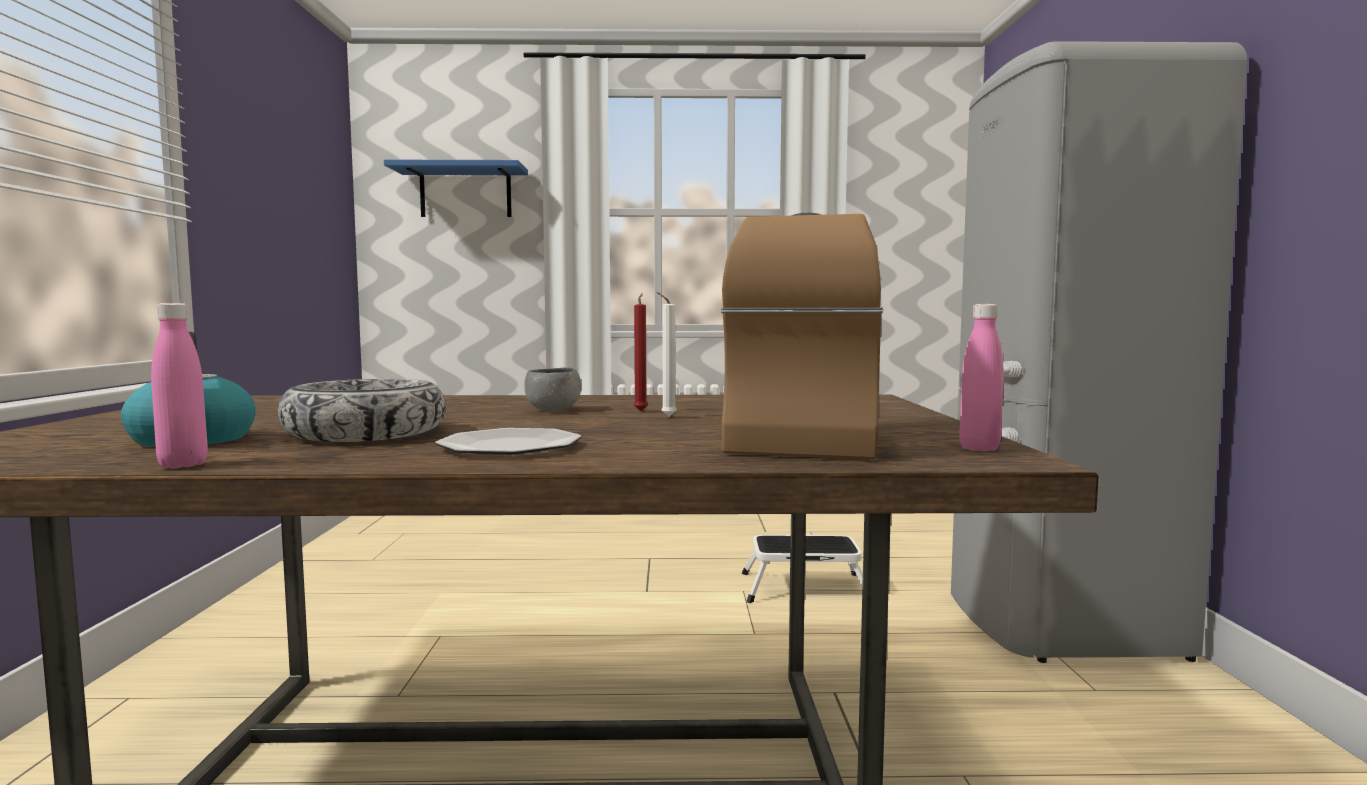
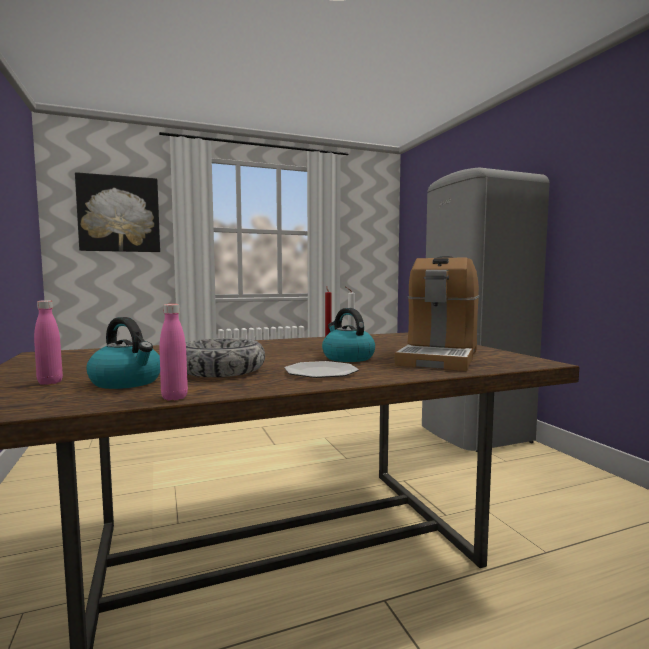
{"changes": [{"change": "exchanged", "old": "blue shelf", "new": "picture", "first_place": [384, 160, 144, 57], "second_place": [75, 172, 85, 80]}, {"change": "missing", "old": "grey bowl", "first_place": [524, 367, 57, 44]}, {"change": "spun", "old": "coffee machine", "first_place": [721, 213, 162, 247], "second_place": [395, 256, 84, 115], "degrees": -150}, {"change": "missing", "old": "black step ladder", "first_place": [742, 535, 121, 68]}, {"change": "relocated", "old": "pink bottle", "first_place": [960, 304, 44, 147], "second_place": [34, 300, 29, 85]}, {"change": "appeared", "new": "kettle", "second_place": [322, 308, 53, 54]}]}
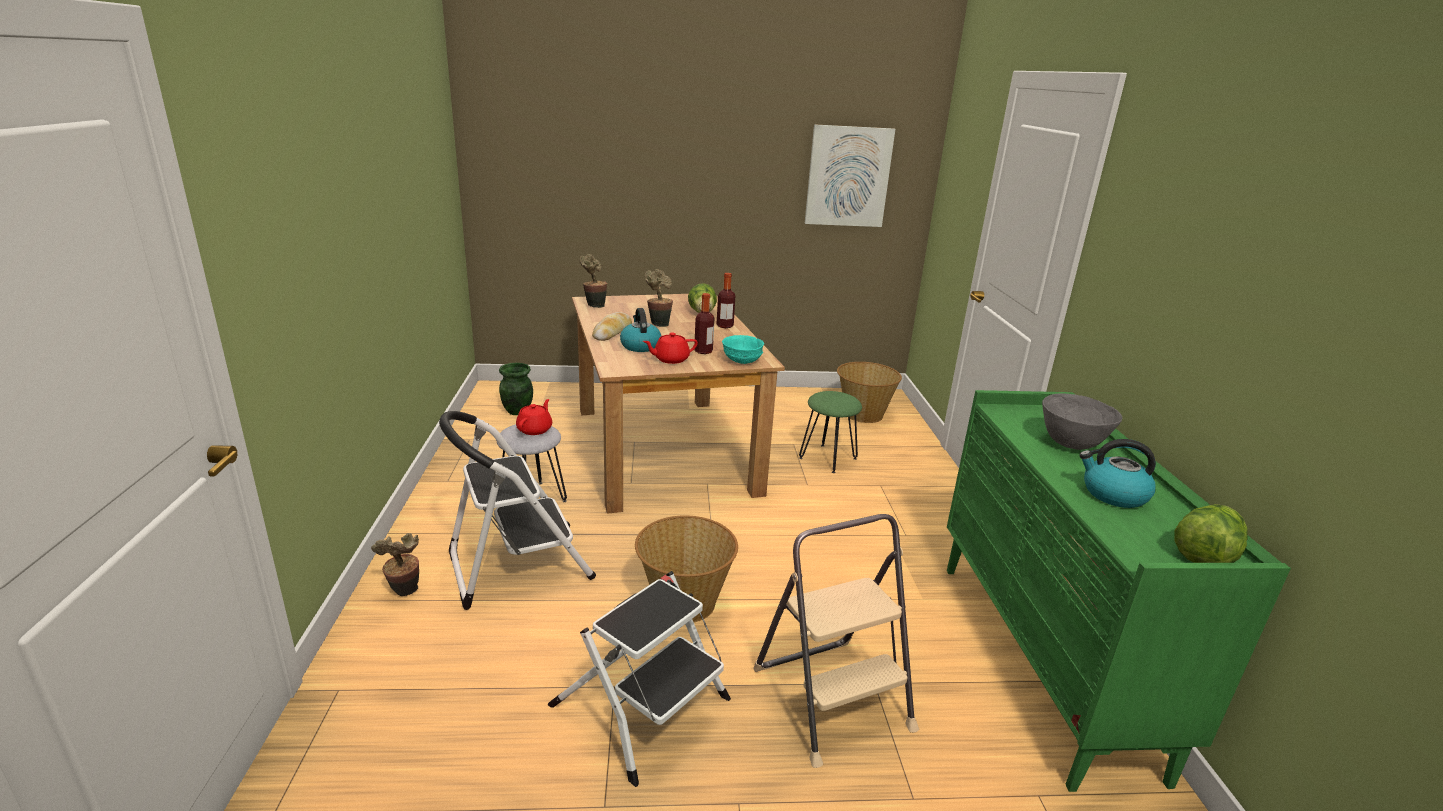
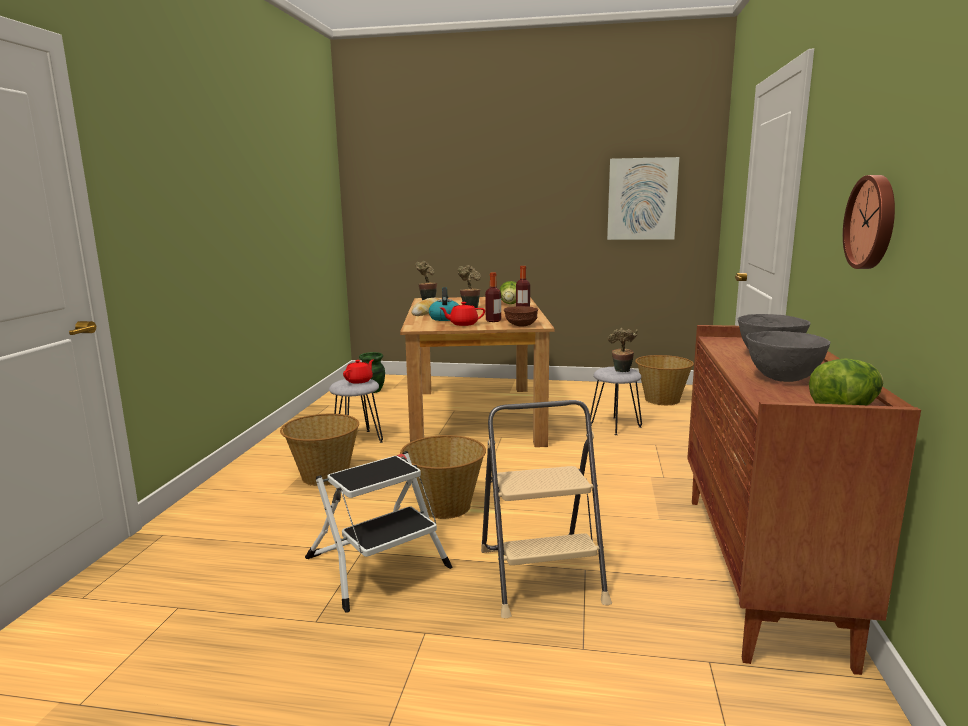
{"changes": [{"change": "relocated", "old": "potted plant", "first_place": [371, 533, 48, 63], "second_place": [608, 328, 29, 44]}, {"change": "exchanged", "old": "step ladder", "new": "basket", "first_place": [439, 411, 157, 199], "second_place": [280, 414, 79, 72]}, {"change": "colour", "old": "turquoise bowl", "new": "brown bowl", "first_place": [722, 335, 42, 29], "second_place": [504, 306, 34, 21]}, {"change": "colour", "old": "green stool", "new": "grey stool", "first_place": [799, 391, 63, 82], "second_place": [590, 367, 52, 68]}, {"change": "colour", "old": "green cabinet", "new": "brown cabinet", "first_place": [947, 390, 344, 402], "second_place": [687, 325, 234, 350]}, {"change": "exchanged", "old": "kettle", "new": "grey bowl", "first_place": [1079, 439, 77, 69], "second_place": [746, 331, 84, 51]}, {"change": "appeared", "new": "wall clock", "second_place": [843, 175, 52, 94]}]}
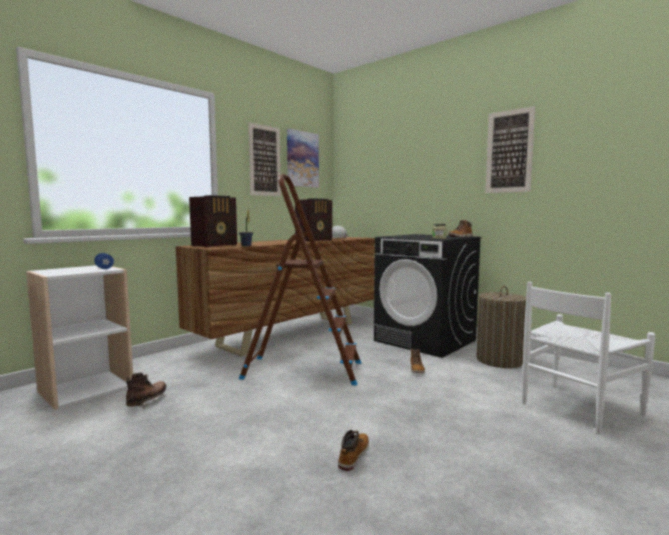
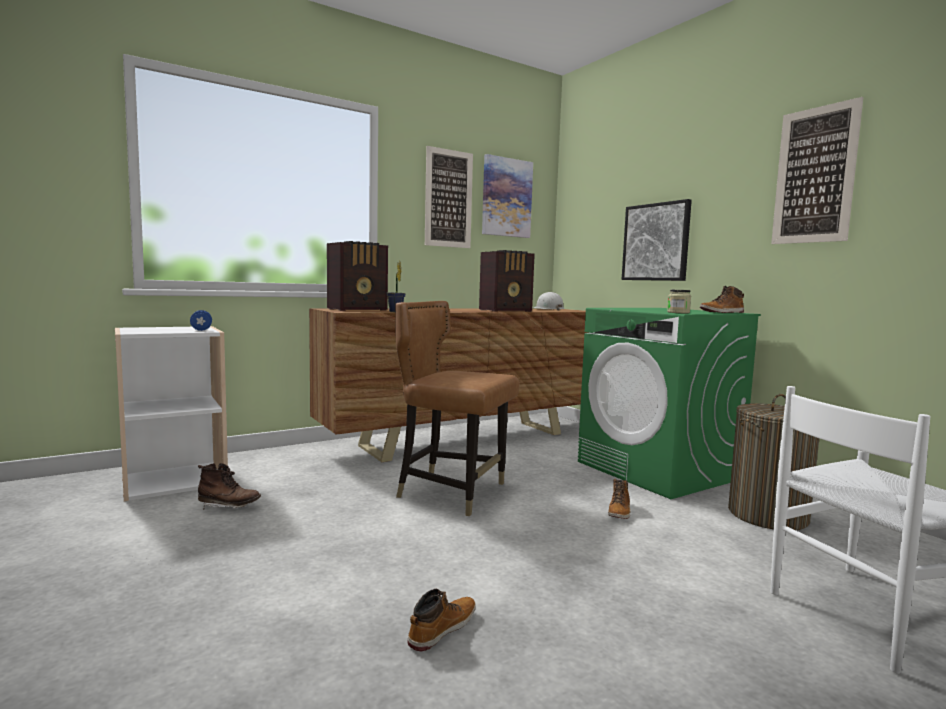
{"changes": [{"change": "spun", "old": "brown boot", "first_place": [126, 373, 40, 36], "second_place": [198, 463, 63, 46], "degrees": 60}, {"change": "exchanged", "old": "brown step ladder", "new": "brown chair", "first_place": [239, 174, 122, 211], "second_place": [395, 301, 124, 215]}, {"change": "colour", "old": "black washing machine", "new": "green washing machine", "first_place": [374, 234, 108, 124], "second_place": [578, 308, 183, 191]}, {"change": "appeared", "new": "picture", "second_place": [622, 199, 70, 82]}]}
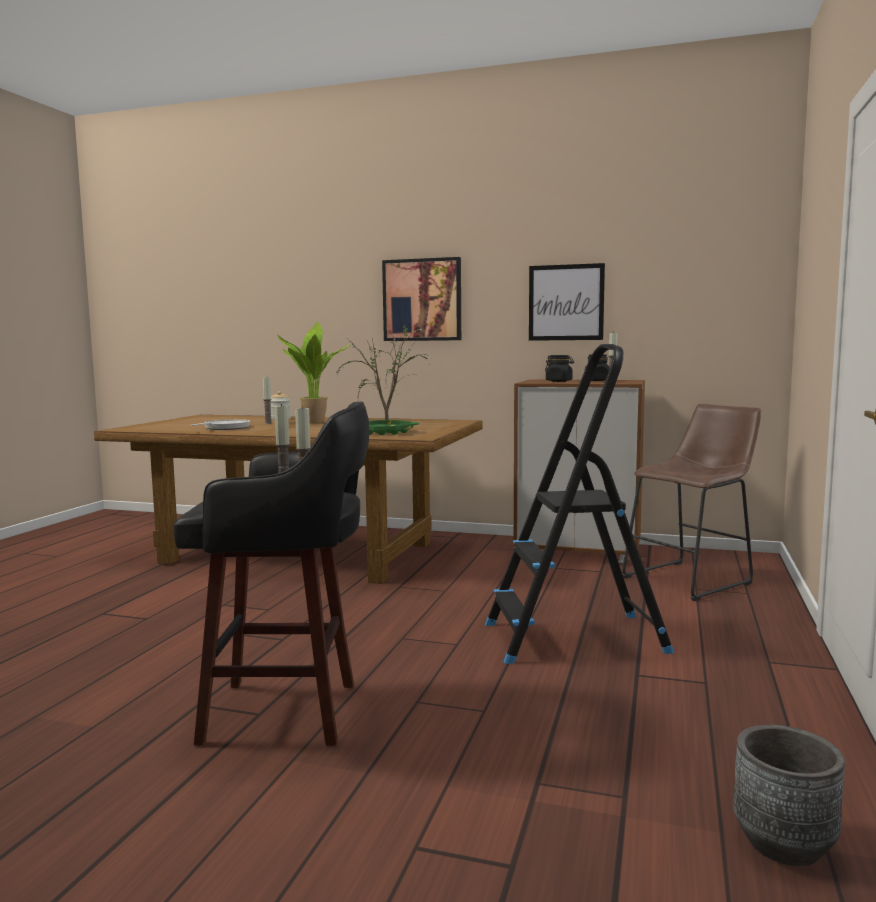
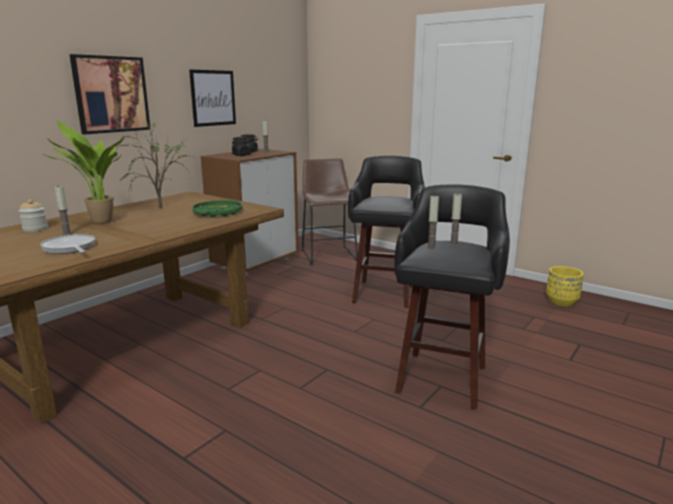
{"changes": [{"change": "exchanged", "old": "black step ladder", "new": "black stool", "first_place": [485, 344, 189, 320], "second_place": [348, 156, 77, 152]}, {"change": "colour", "old": "grey planter", "new": "yellow planter", "first_place": [734, 725, 111, 141], "second_place": [546, 266, 38, 40]}]}
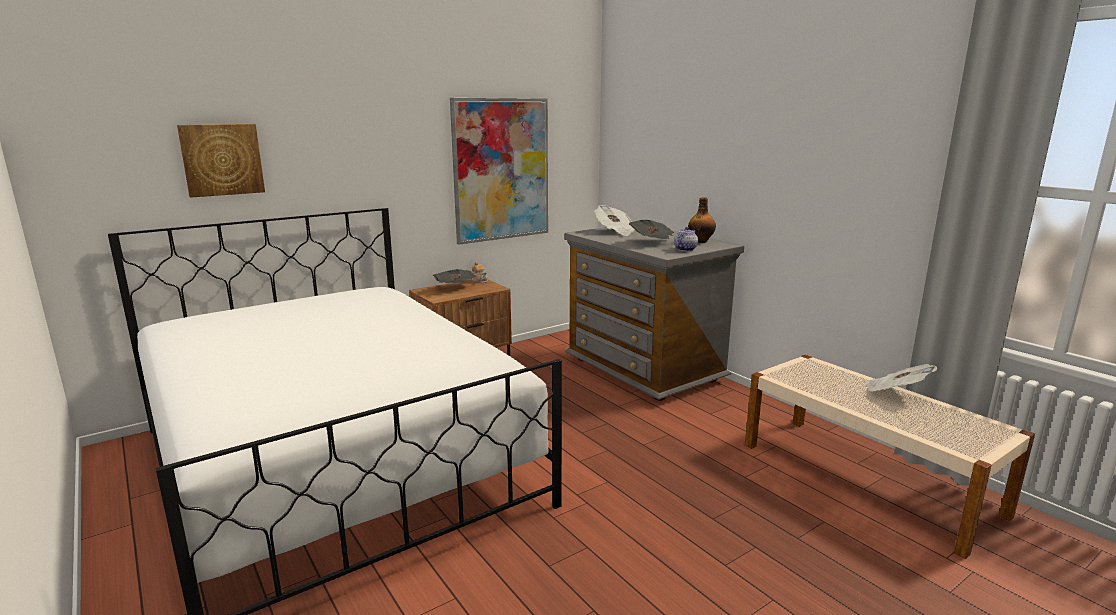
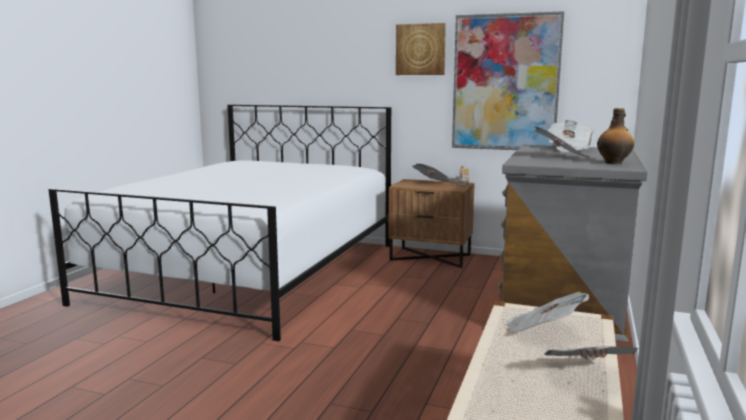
{"changes": [{"change": "relocated", "old": "picture", "first_place": [177, 124, 88, 74], "second_place": [396, 23, 50, 52]}, {"change": "missing", "old": "teapot", "first_place": [674, 227, 24, 24]}, {"change": "appeared", "new": "newspaper", "second_place": [507, 292, 82, 42]}]}
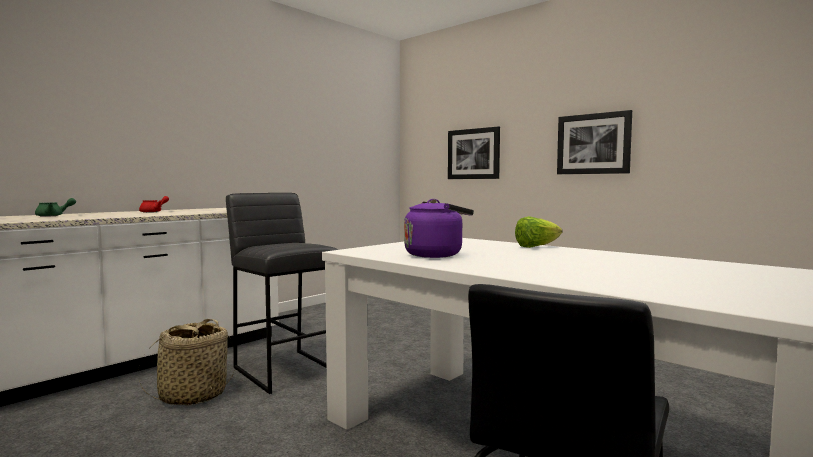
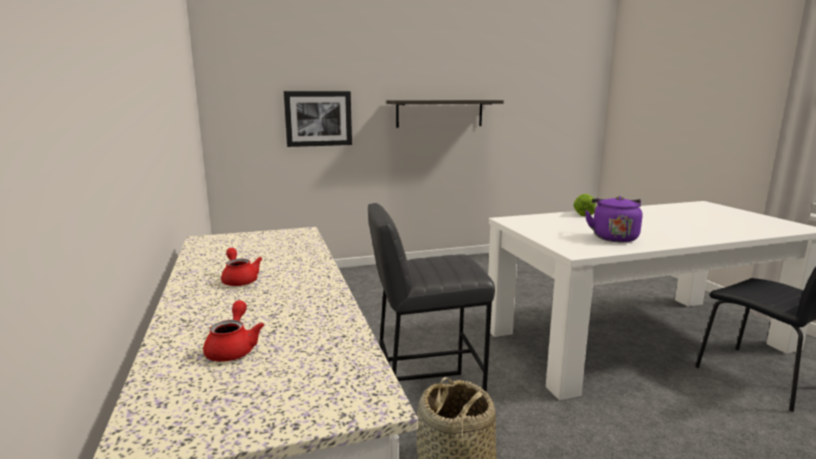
{"changes": [{"change": "colour", "old": "green teapot", "new": "red teapot", "first_place": [35, 198, 41, 19], "second_place": [203, 300, 61, 62]}, {"change": "exchanged", "old": "picture", "new": "shelf", "first_place": [557, 110, 75, 64], "second_place": [386, 100, 118, 28]}]}
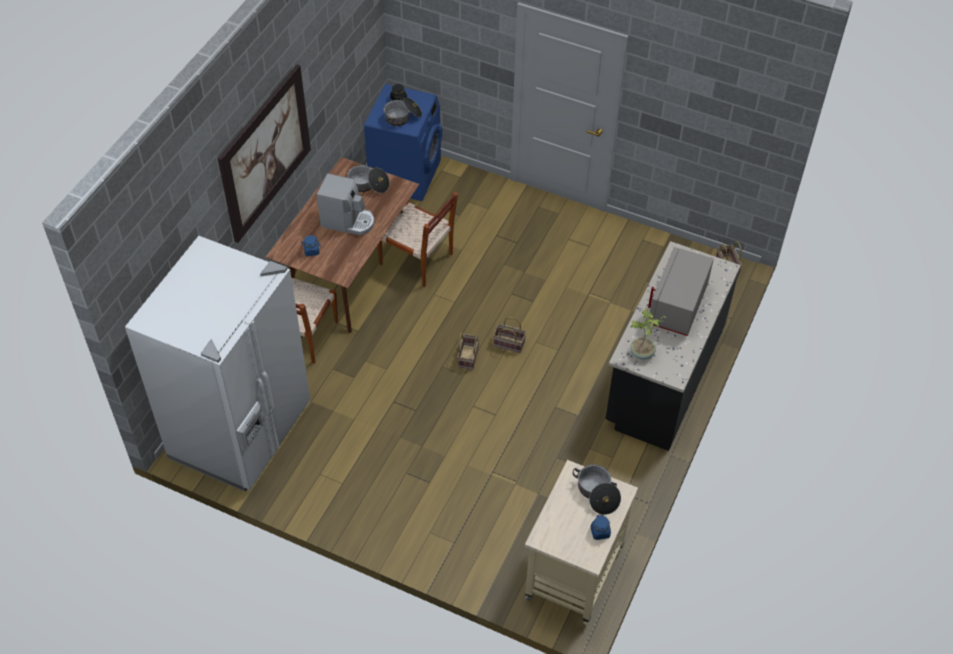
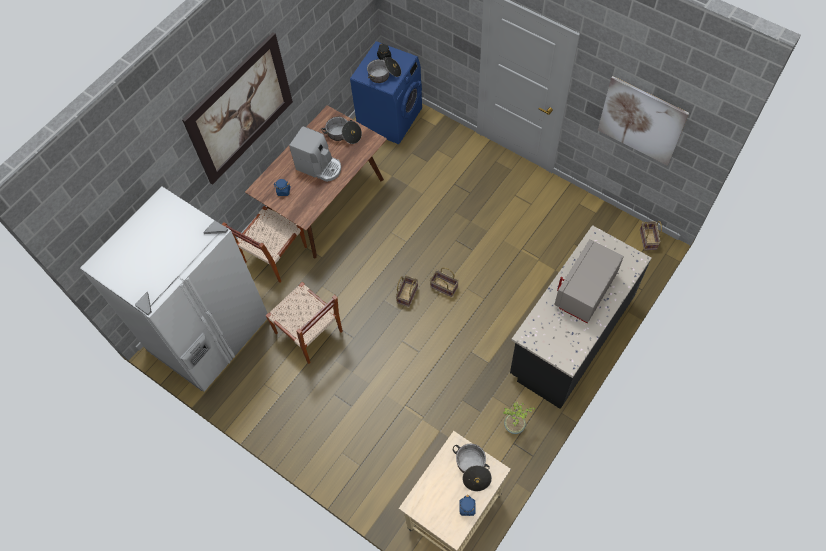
{"changes": [{"change": "relocated", "old": "chair", "first_place": [377, 192, 81, 95], "second_place": [266, 282, 77, 82]}, {"change": "relocated", "old": "potted plant", "first_place": [630, 308, 37, 52], "second_place": [503, 402, 32, 32]}, {"change": "appeared", "new": "picture", "second_place": [598, 76, 91, 90]}]}
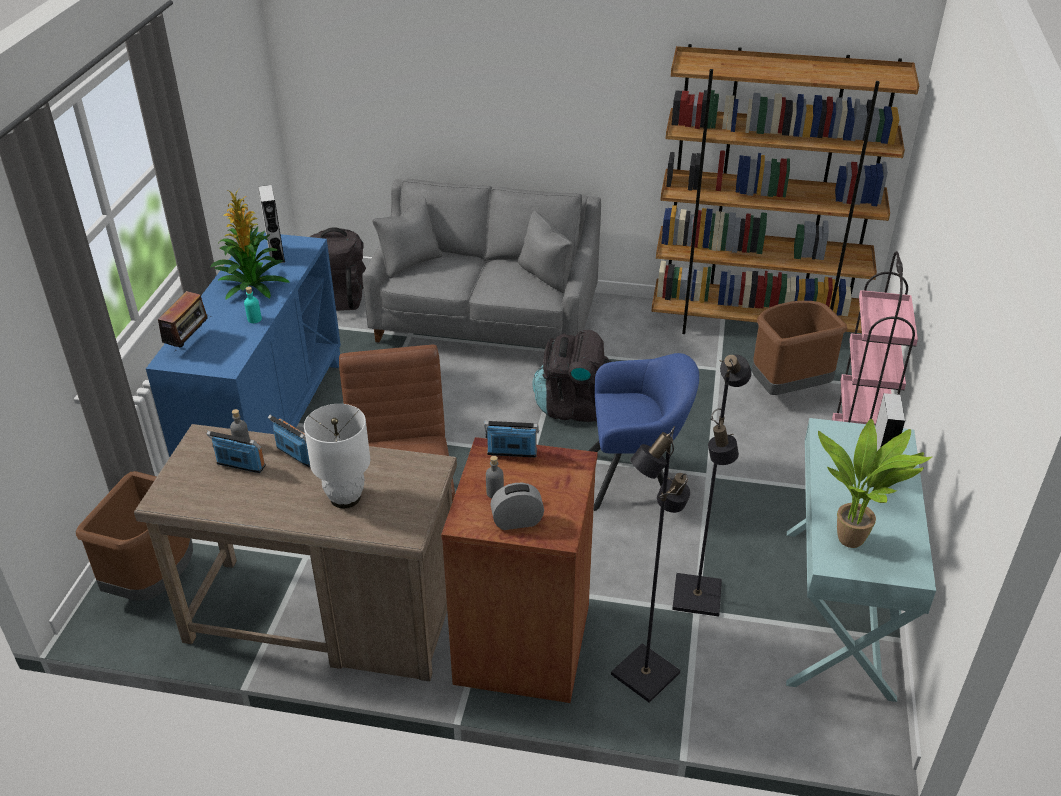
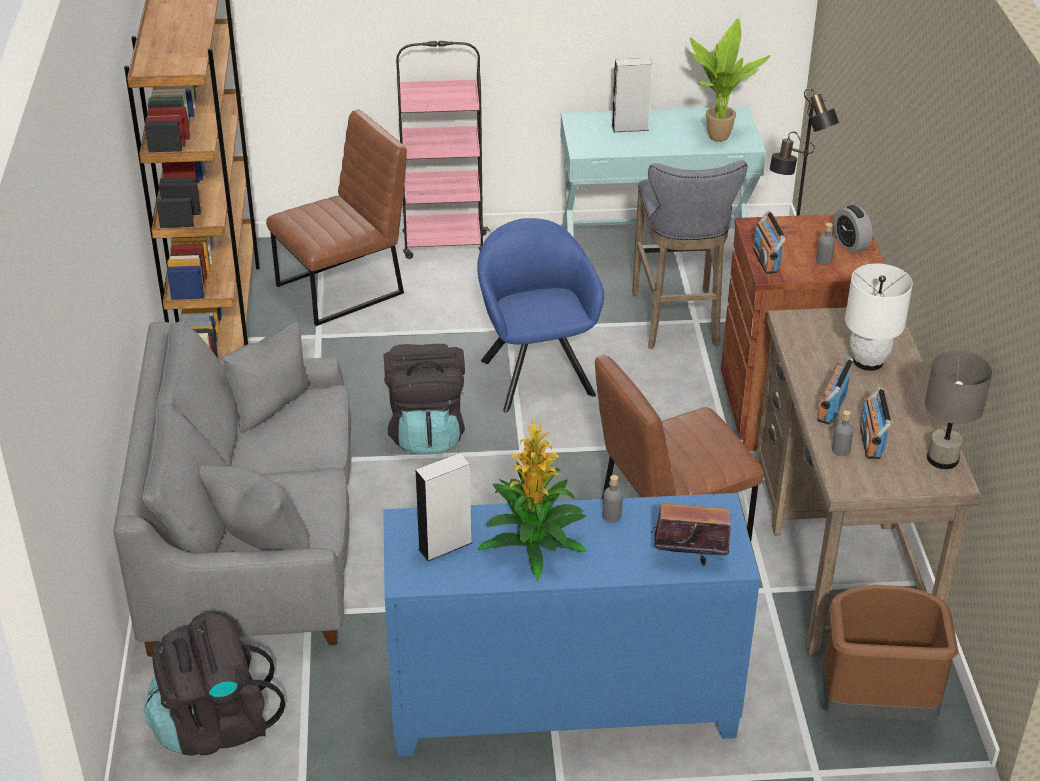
{"changes": [{"change": "colour", "old": "turquoise bottle", "new": "grey bottle", "first_place": [244, 287, 18, 36], "second_place": [602, 475, 21, 47]}, {"change": "exchanged", "old": "black floor lamp", "new": "grey stool", "first_place": [672, 355, 80, 262], "second_place": [632, 160, 115, 189]}, {"change": "exchanged", "old": "brown trash can", "new": "brown chair", "first_place": [752, 301, 95, 94], "second_place": [266, 110, 141, 216]}, {"change": "appeared", "new": "grey table lamp", "second_place": [925, 350, 67, 119]}]}
